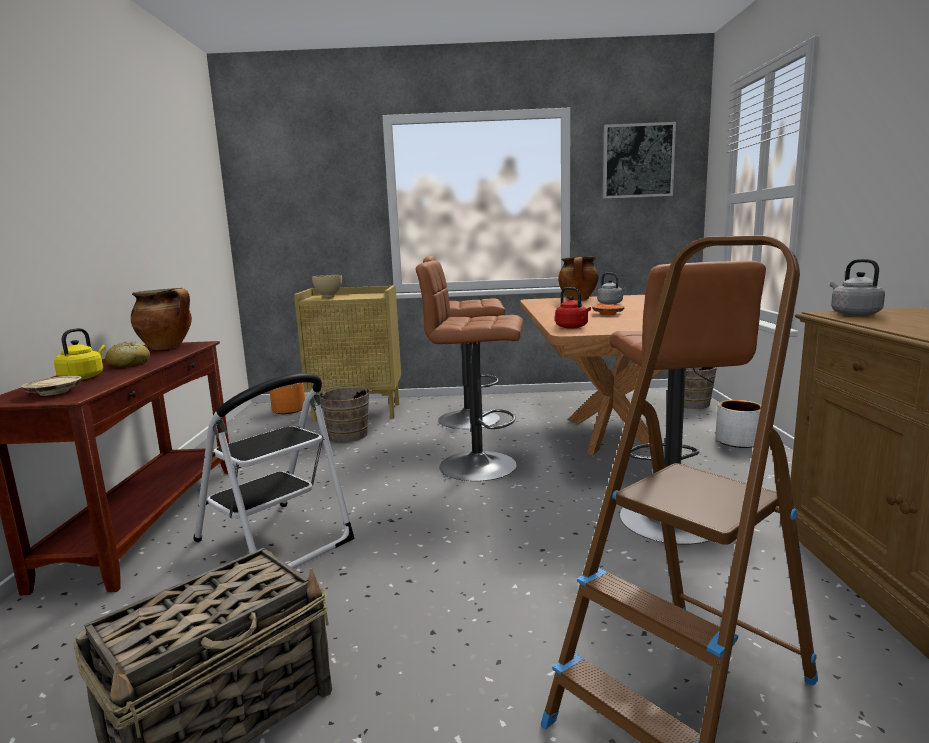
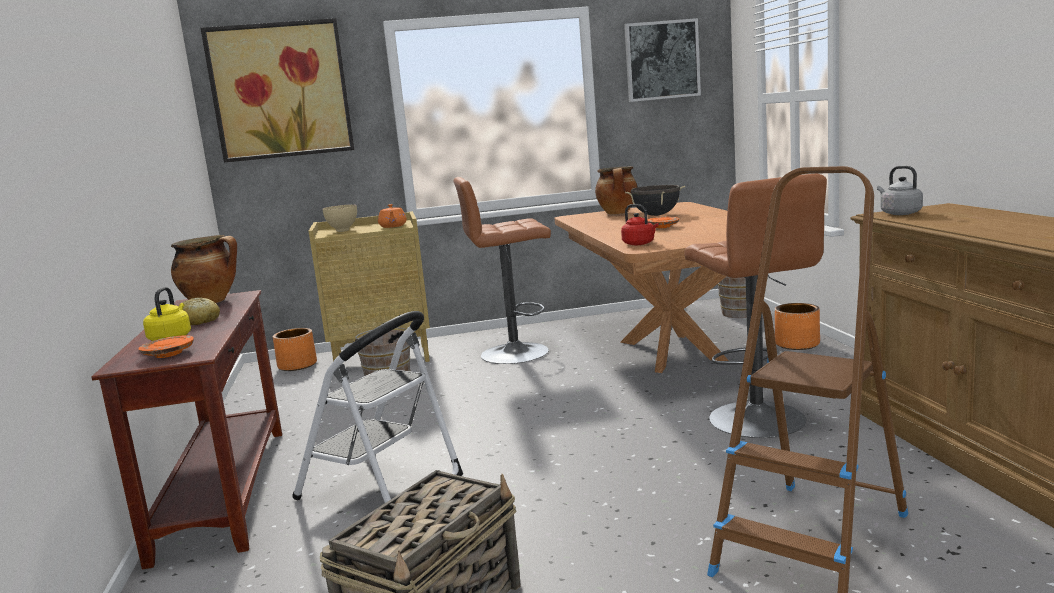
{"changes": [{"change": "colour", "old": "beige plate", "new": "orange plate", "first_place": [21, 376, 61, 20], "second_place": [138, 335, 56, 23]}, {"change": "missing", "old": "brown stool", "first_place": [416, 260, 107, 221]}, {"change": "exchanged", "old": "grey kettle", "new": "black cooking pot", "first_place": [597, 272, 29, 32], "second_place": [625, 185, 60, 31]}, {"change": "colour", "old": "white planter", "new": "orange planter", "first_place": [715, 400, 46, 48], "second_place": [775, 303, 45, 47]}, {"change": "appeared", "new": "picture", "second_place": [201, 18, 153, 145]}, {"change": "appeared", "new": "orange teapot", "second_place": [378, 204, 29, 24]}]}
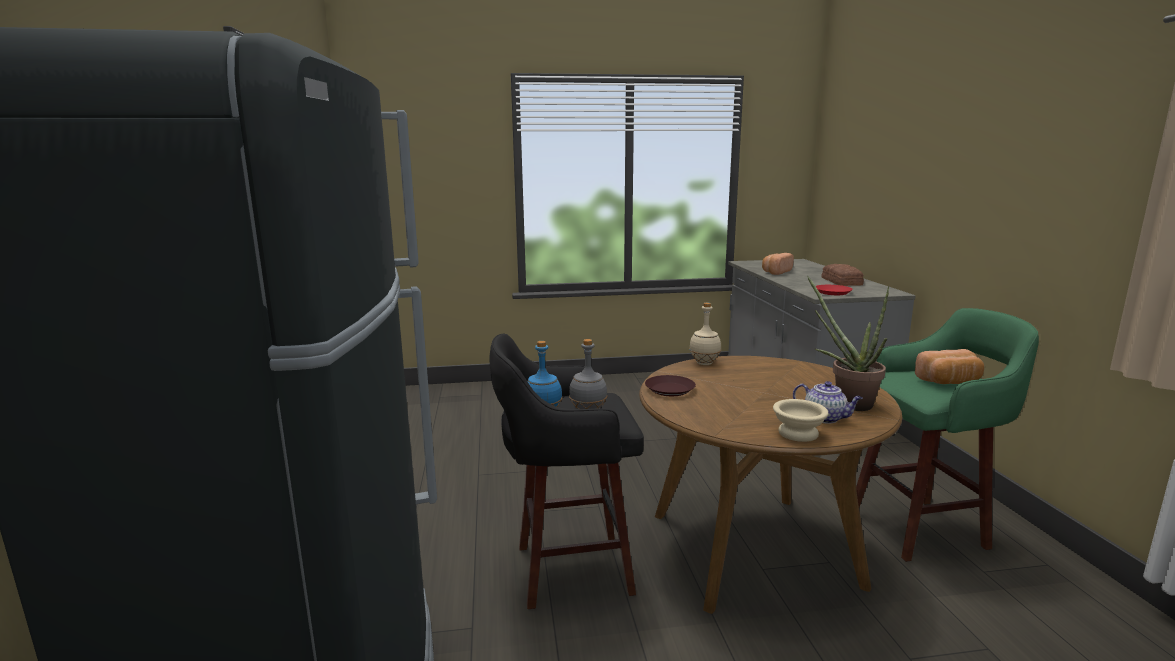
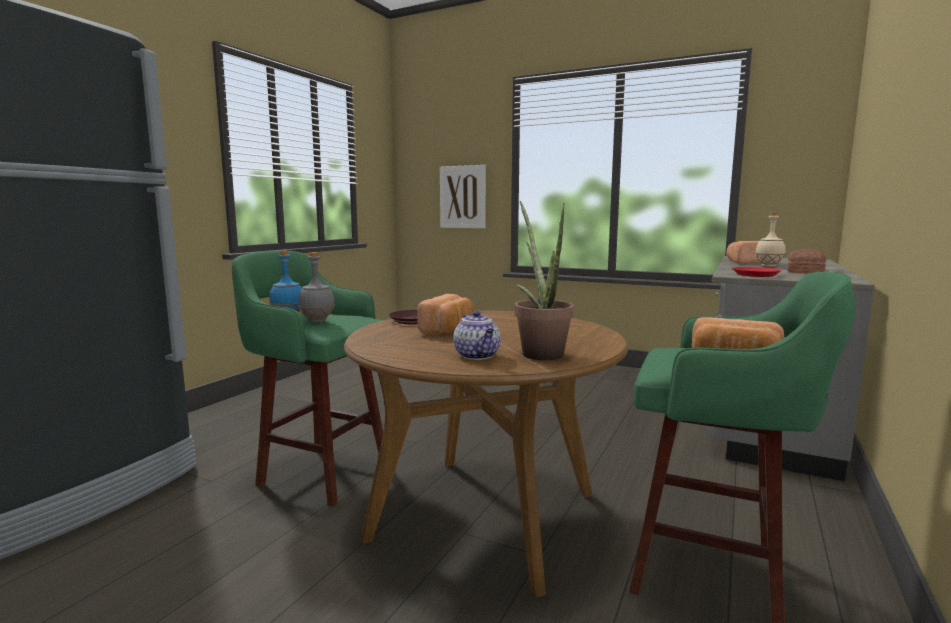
{"changes": [{"change": "colour", "old": "black stool", "new": "green stool", "first_place": [490, 333, 154, 276], "second_place": [232, 251, 151, 255]}, {"change": "relocated", "old": "beige bottle", "first_place": [689, 303, 32, 62], "second_place": [755, 213, 31, 54]}, {"change": "missing", "old": "beige bowl", "first_place": [773, 399, 55, 43]}, {"change": "appeared", "new": "bread", "second_place": [417, 294, 57, 41]}, {"change": "appeared", "new": "picture", "second_place": [440, 165, 46, 63]}]}
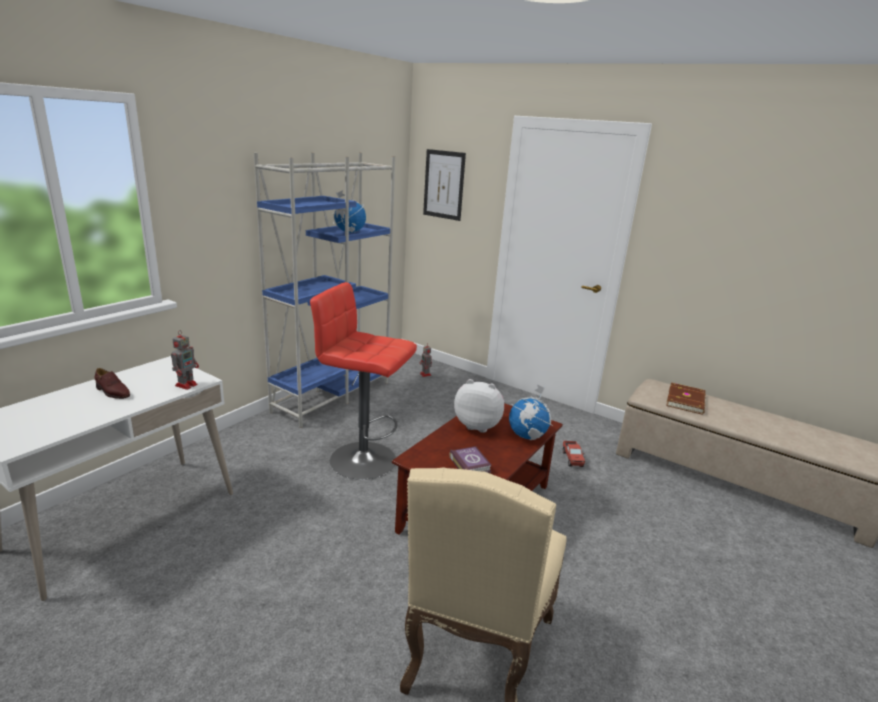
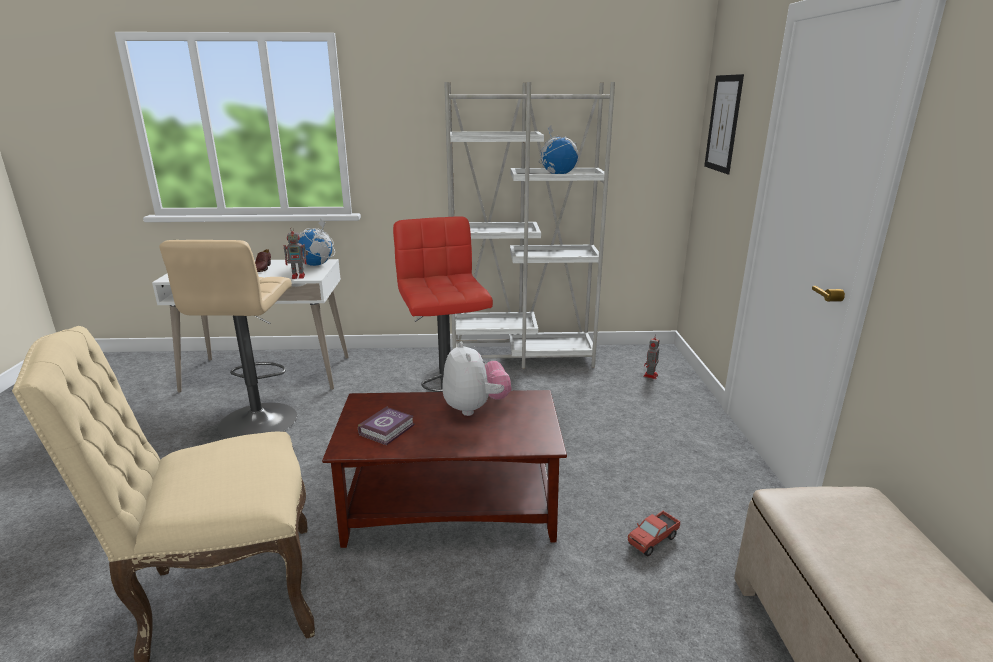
{"changes": [{"change": "colour", "old": "blue bookcase", "new": "white bookcase", "first_place": [254, 153, 141, 275], "second_place": [444, 82, 171, 287]}, {"change": "relocated", "old": "globe", "first_place": [509, 384, 44, 56], "second_place": [298, 218, 37, 48]}, {"change": "missing", "old": "brown book", "first_place": [666, 382, 40, 33]}, {"change": "appeared", "new": "beige stool", "second_place": [159, 240, 138, 199]}]}
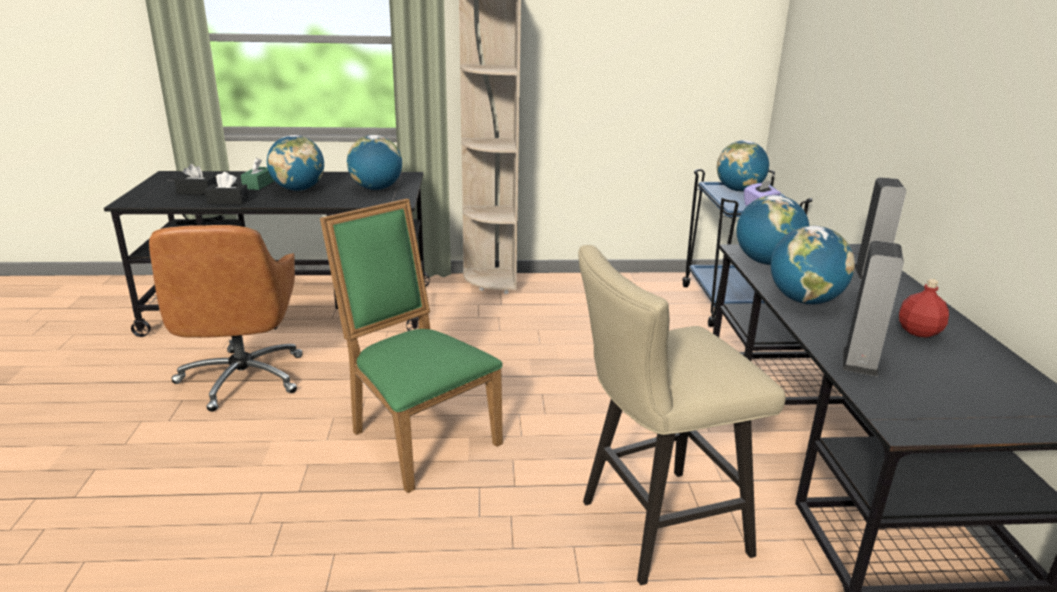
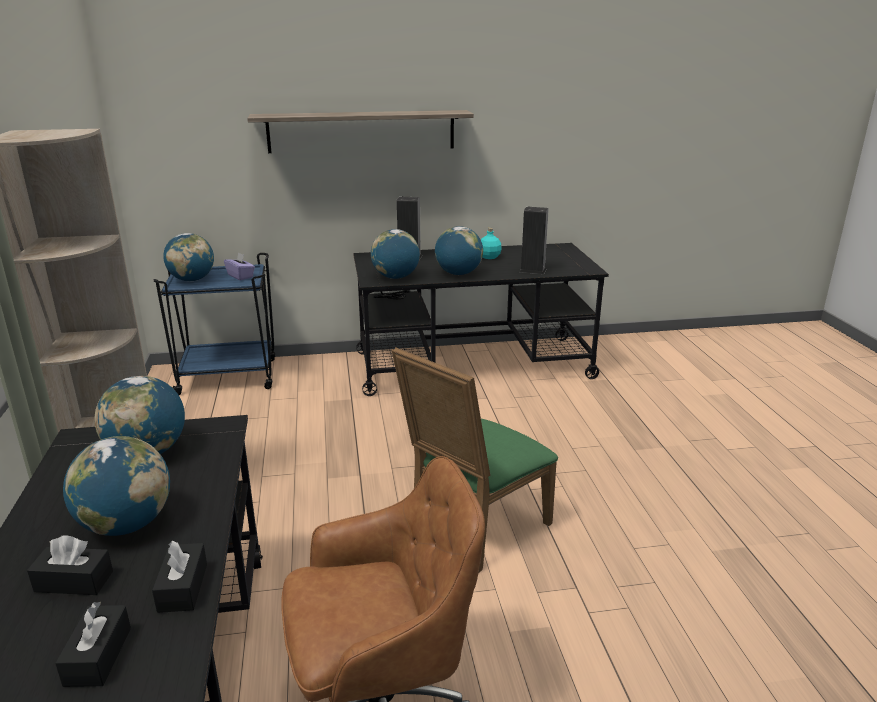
{"changes": [{"change": "colour", "old": "green tissue box", "new": "black tissue box", "first_place": [241, 158, 33, 32], "second_place": [27, 535, 86, 60]}, {"change": "missing", "old": "beige stool", "first_place": [578, 245, 208, 340]}, {"change": "colour", "old": "red bottle", "new": "turquoise bottle", "first_place": [899, 279, 50, 59], "second_place": [481, 228, 20, 31]}, {"change": "appeared", "new": "shelf", "second_place": [247, 110, 227, 43]}]}
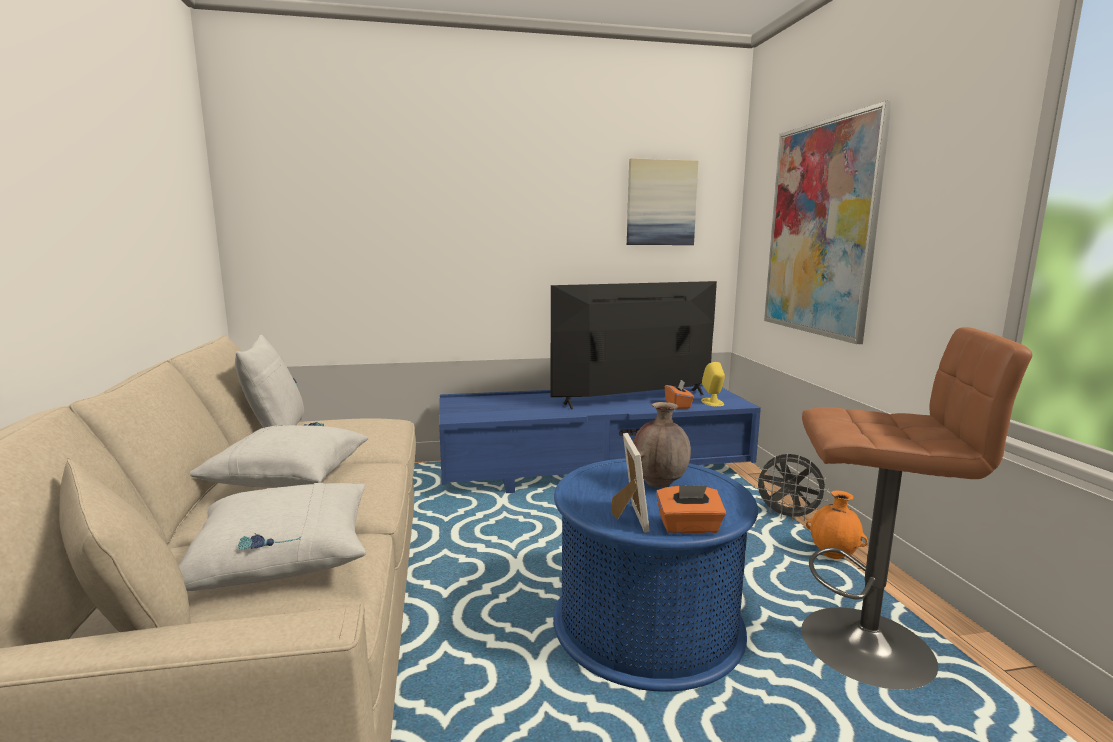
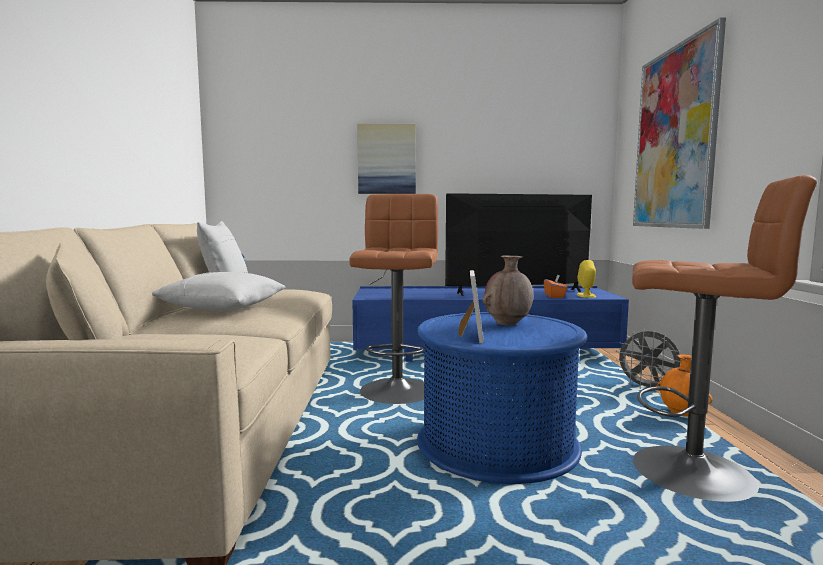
{"changes": [{"change": "missing", "old": "grey pillow", "first_place": [179, 483, 187, 108]}, {"change": "relocated", "old": "picture", "first_place": [627, 158, 72, 87], "second_place": [357, 124, 59, 70]}, {"change": "missing", "old": "orange tissue box", "first_place": [656, 485, 70, 49]}, {"change": "appeared", "new": "brown stool", "second_place": [349, 194, 89, 210]}]}
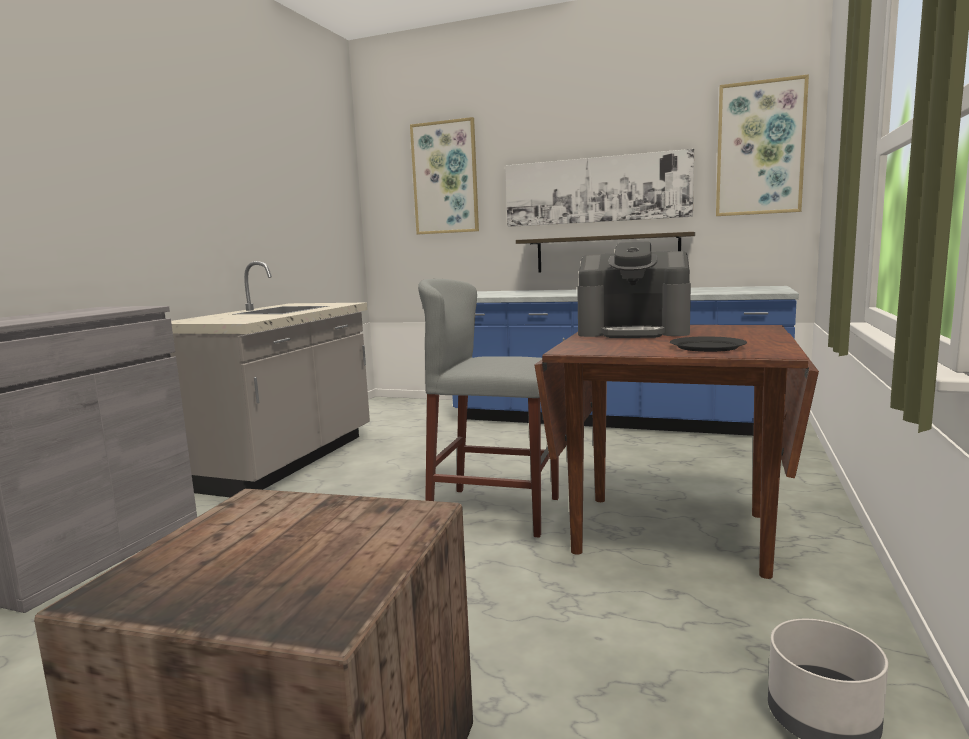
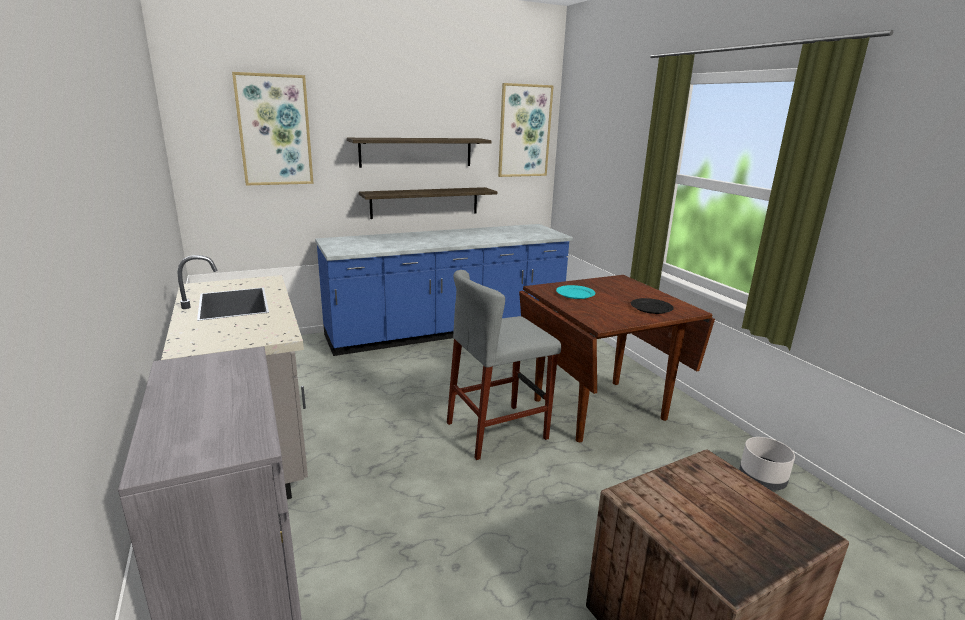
{"changes": [{"change": "exchanged", "old": "picture", "new": "shelf", "first_place": [505, 149, 189, 78], "second_place": [347, 138, 145, 30]}, {"change": "exchanged", "old": "coffee machine", "new": "turquoise plate", "first_place": [577, 241, 114, 97], "second_place": [556, 285, 40, 14]}]}
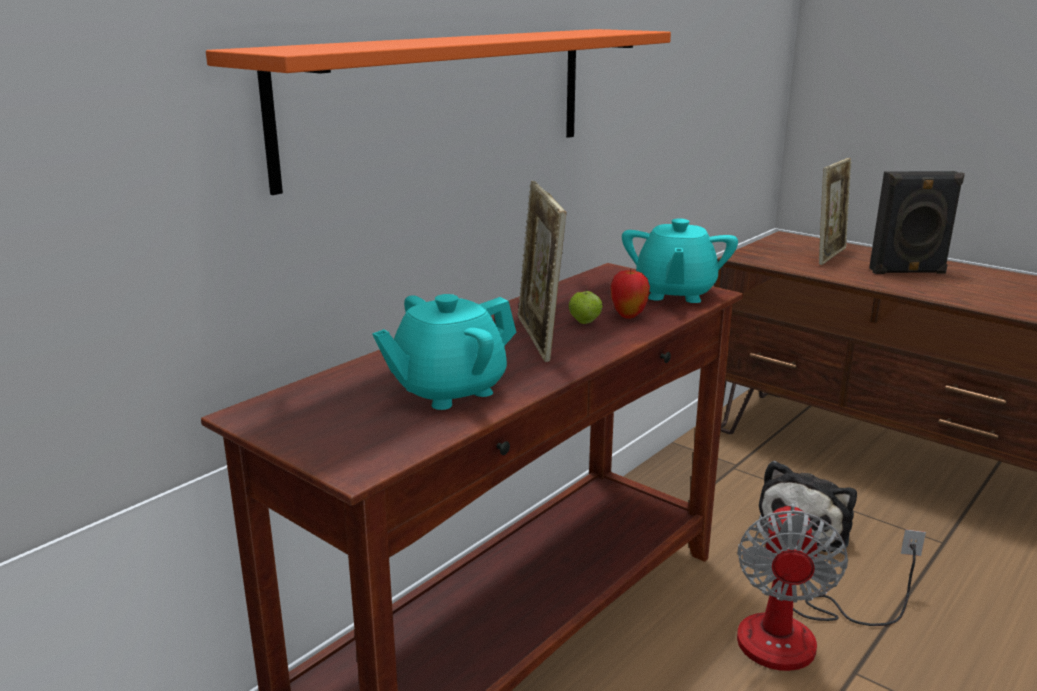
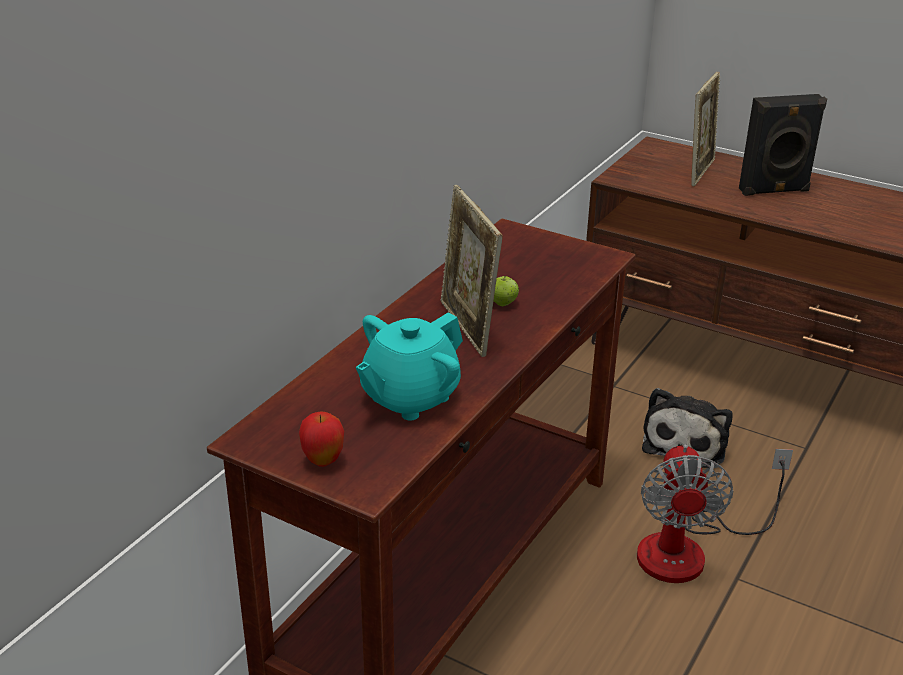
{"changes": [{"change": "missing", "old": "orange shelf", "first_place": [206, 29, 465, 166]}, {"change": "relocated", "old": "apple", "first_place": [611, 269, 39, 50], "second_place": [299, 411, 45, 56]}, {"change": "missing", "old": "turquoise teapot", "first_place": [622, 219, 116, 84]}]}
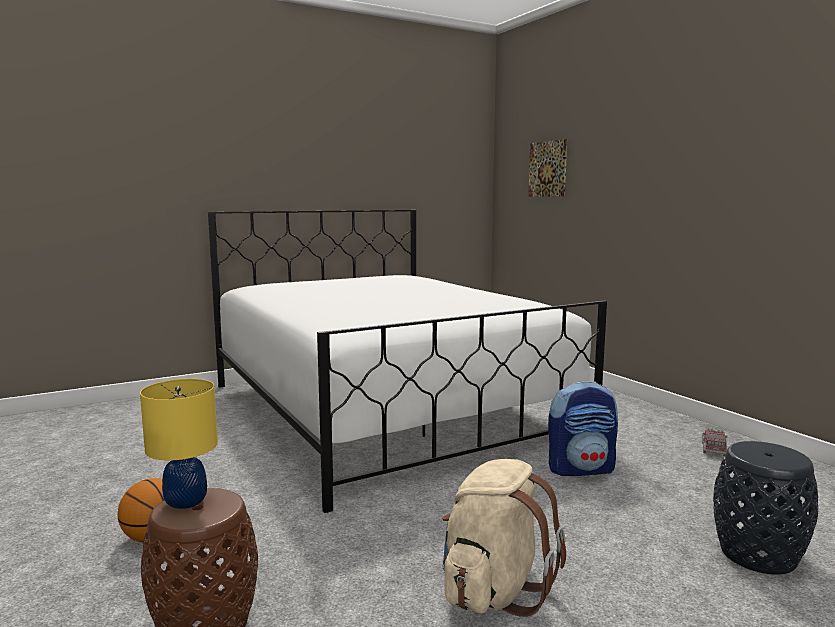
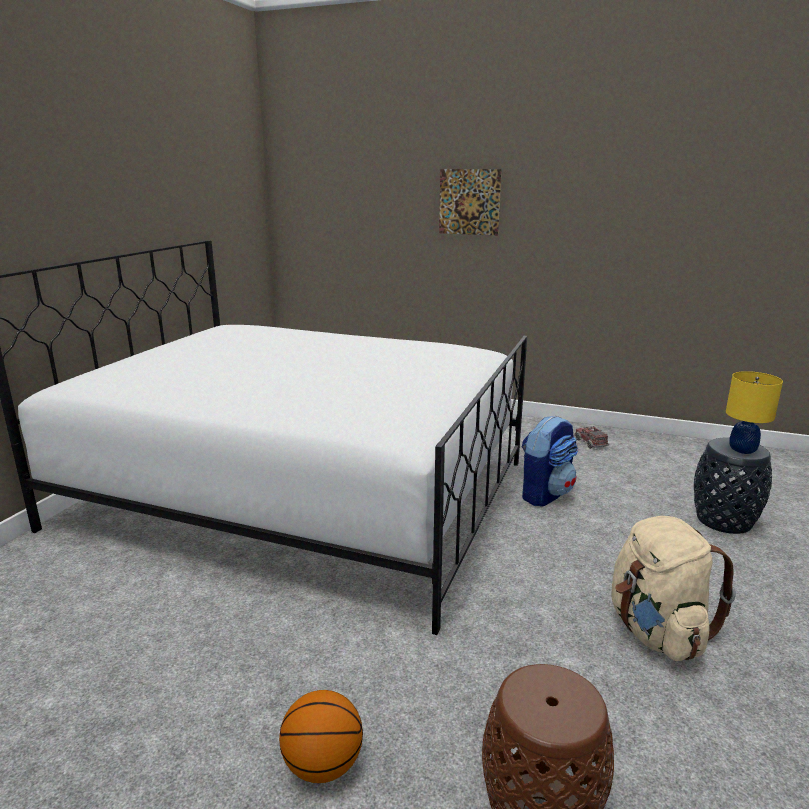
{"changes": [{"change": "relocated", "old": "yellow table lamp", "first_place": [140, 379, 78, 130], "second_place": [726, 371, 57, 83]}, {"change": "relocated", "old": "picture", "first_place": [528, 139, 39, 58], "second_place": [439, 169, 63, 66]}]}
